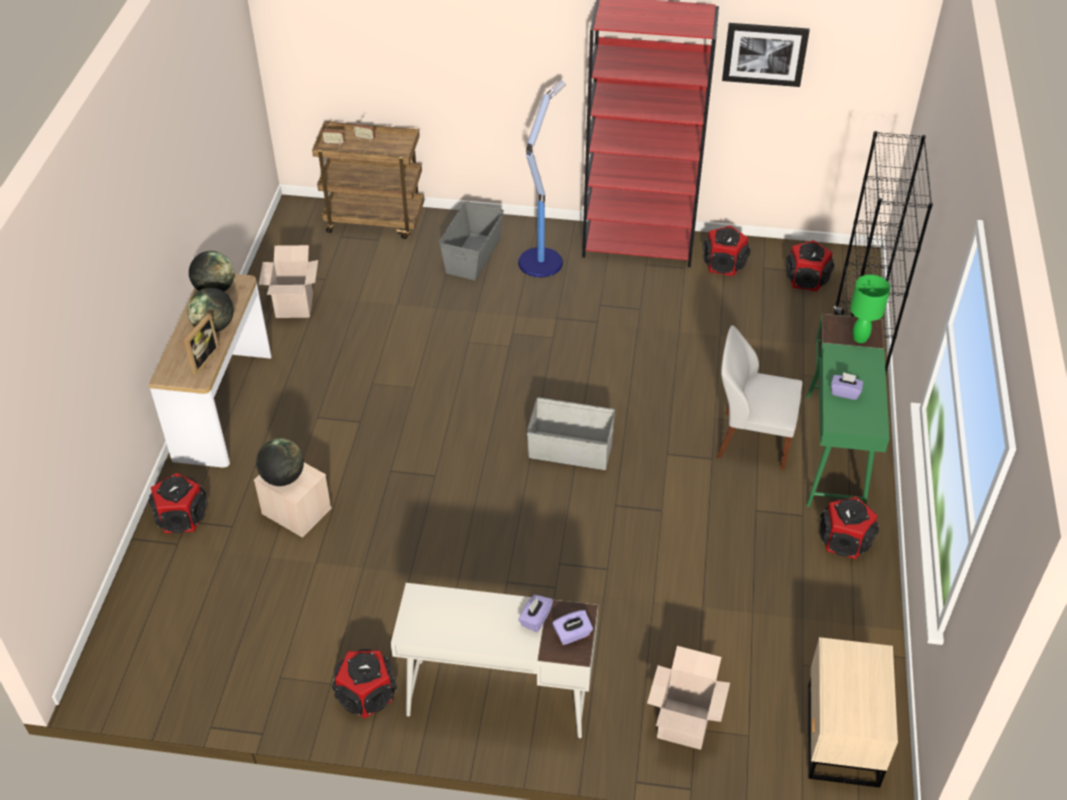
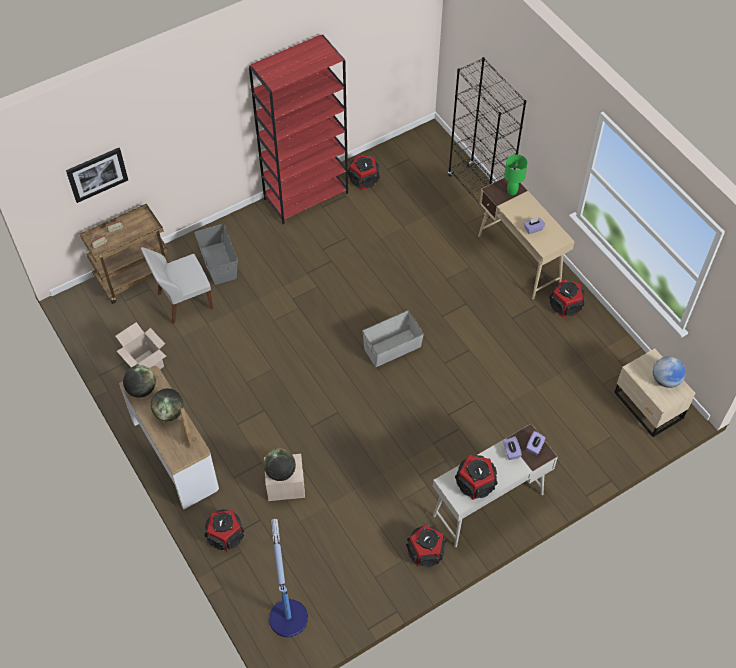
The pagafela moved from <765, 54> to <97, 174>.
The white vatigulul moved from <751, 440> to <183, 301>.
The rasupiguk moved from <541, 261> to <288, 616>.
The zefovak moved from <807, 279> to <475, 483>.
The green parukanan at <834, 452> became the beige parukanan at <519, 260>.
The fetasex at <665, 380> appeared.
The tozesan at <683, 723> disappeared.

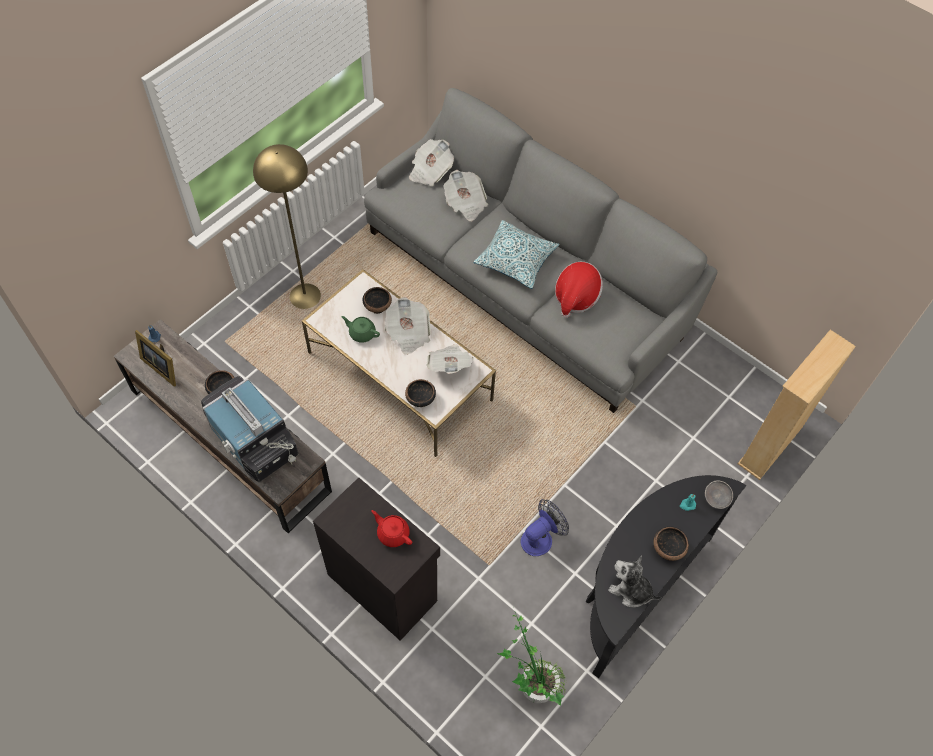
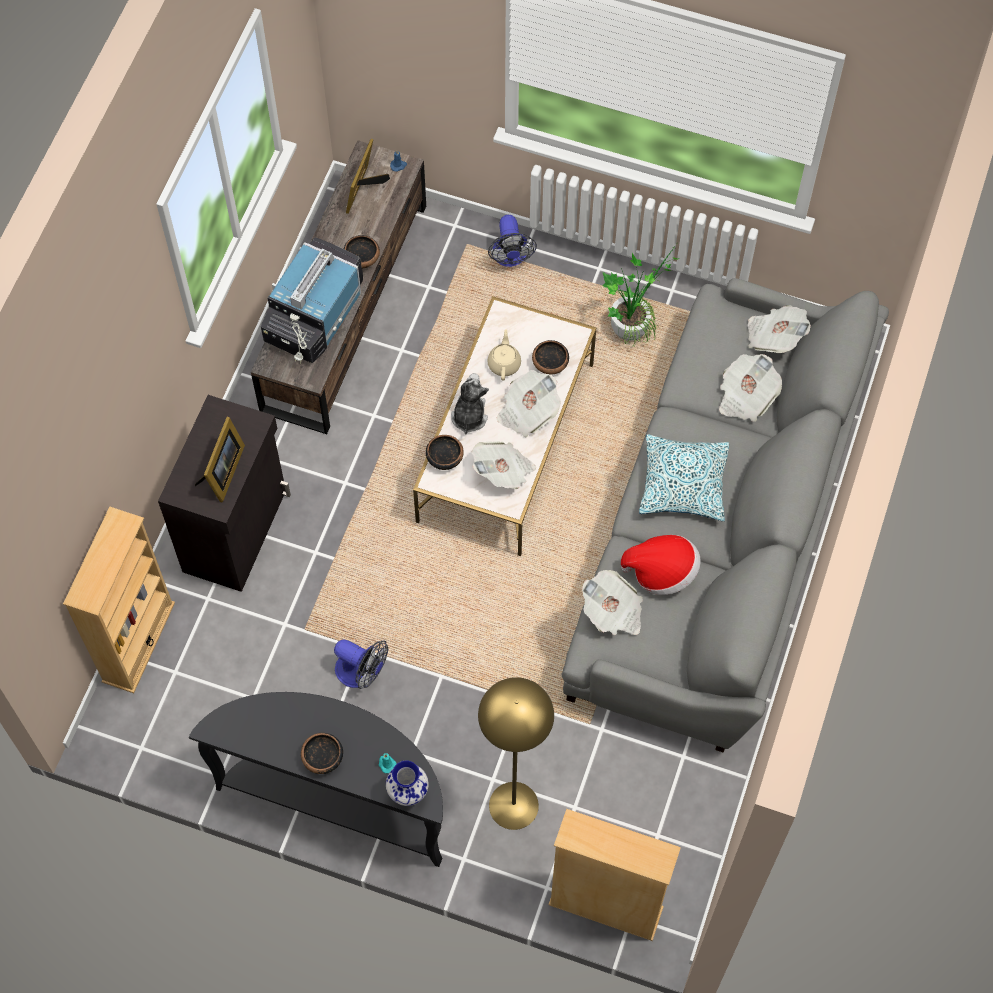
The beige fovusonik at <138, 642> appeared.
The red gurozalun at <392, 533> was replaced by the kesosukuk at <223, 473>.
The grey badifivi at <716, 499> was replaced by the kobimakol at <407, 794>.
The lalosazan moved from <630, 590> to <469, 415>.
The yellow rasupiguk moved from <305, 296> to <514, 805>.
The green gurozalun at <362, 333> became the beige gurozalun at <504, 363>.
The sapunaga at <510, 258> appeared.
The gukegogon at <613, 612> appeared.
The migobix moved from <532, 683> to <632, 323>.

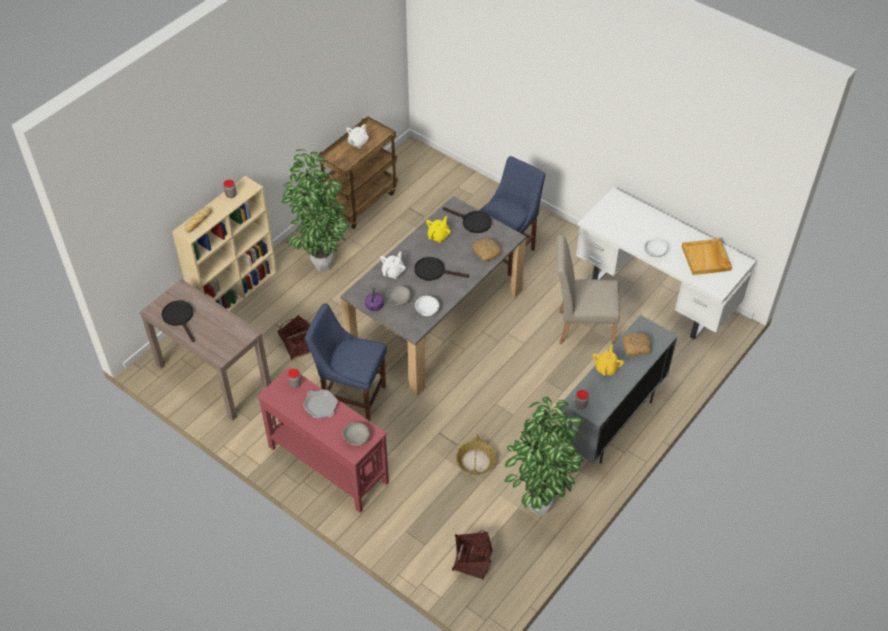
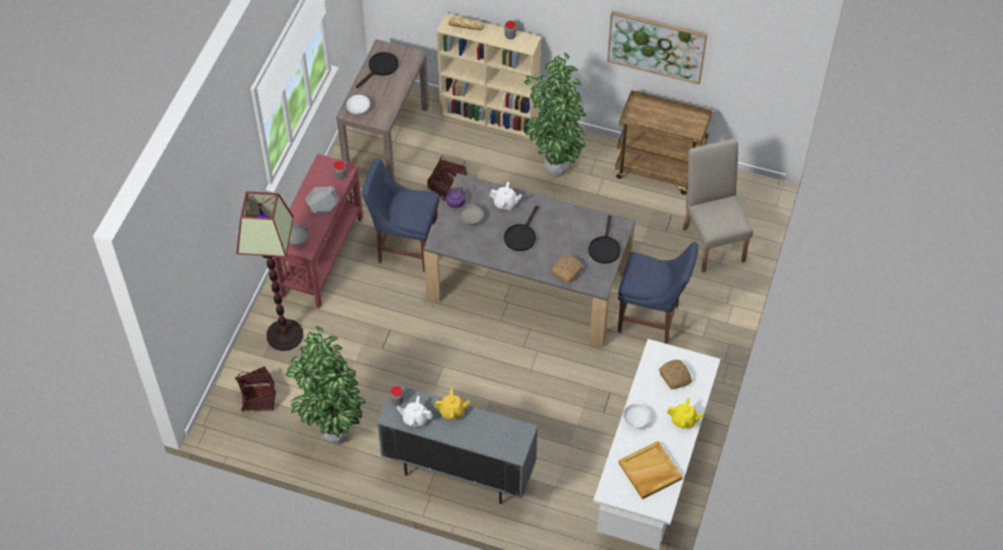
The rasupiguk at <284, 335> appeared.
The white badifivi moved from <427, 310> to <359, 109>.
The blue vatigulul at <351, 396> turned 75 degrees counterclockwise.
The white gurozalun moved from <358, 143> to <415, 419>.
The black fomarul at <434, 271> turned 150 degrees counterclockwise.
The pagafela at <656, 46> appeared.
The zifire moved from <636, 347> to <675, 377>.
The yellow gurozalun moved from <438, 236> to <684, 420>.
The beige vatigulul moved from <580, 327> to <712, 240>.
The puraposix at <475, 461> disappeared.

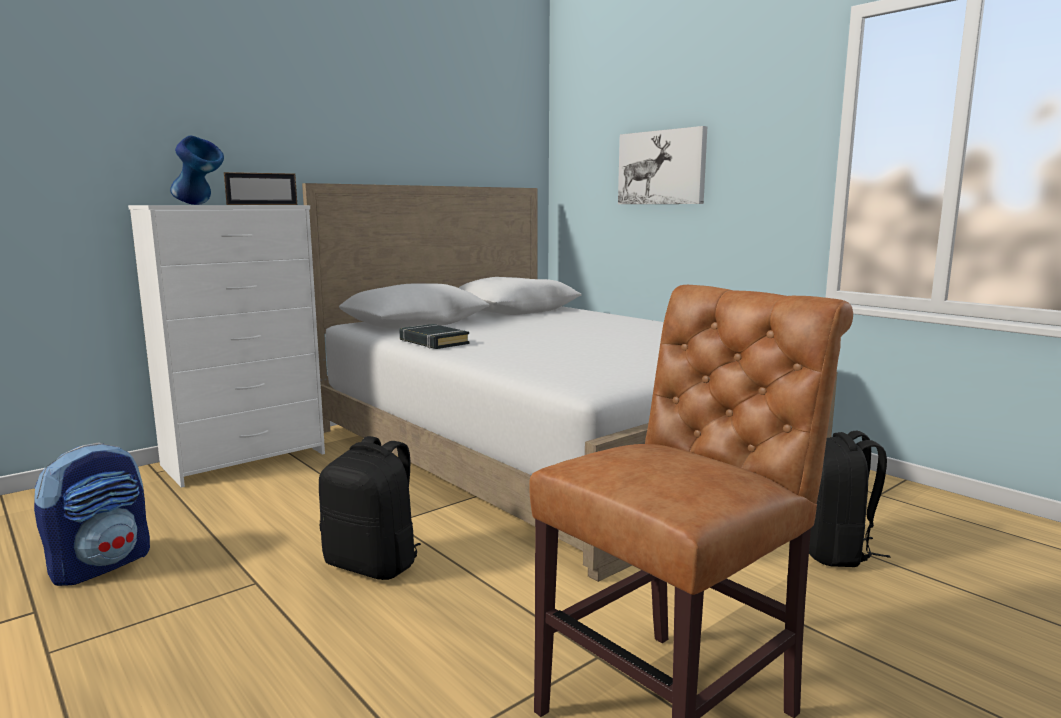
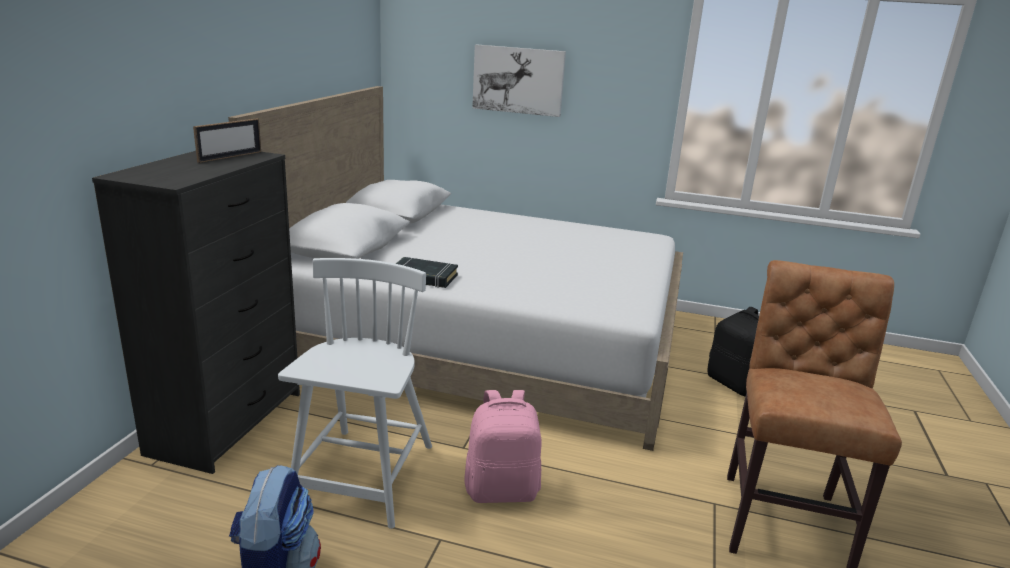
The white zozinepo at <246, 459> became the black zozinepo at <228, 422>.
The white vatigulul at <363, 478> appeared.
The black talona at <374, 564> became the pink talona at <502, 490>.
The blue kobimakol at <199, 204> disappeared.

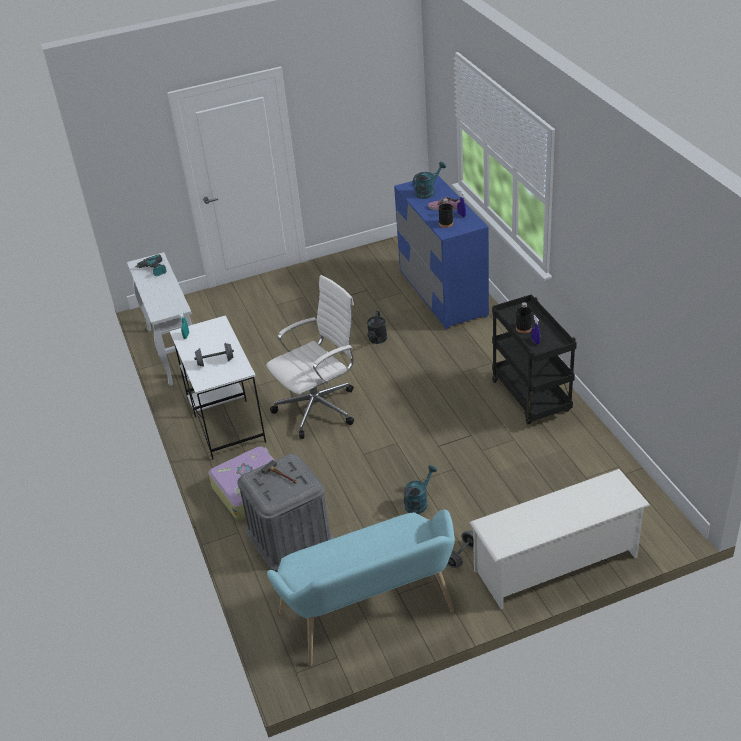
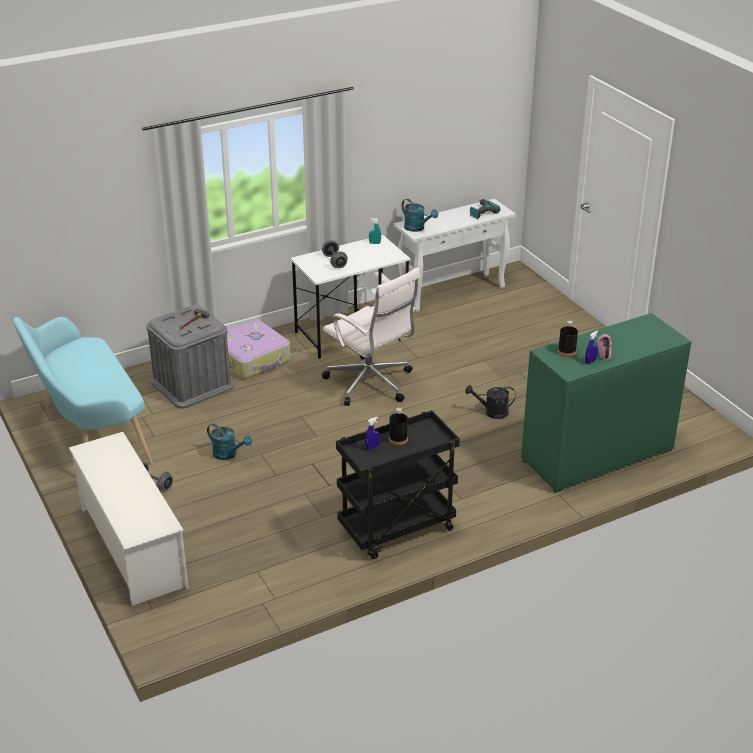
The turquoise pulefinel moved from <427, 192> to <417, 228>.
The blue zozinepo at <443, 293> became the green zozinepo at <597, 455>.

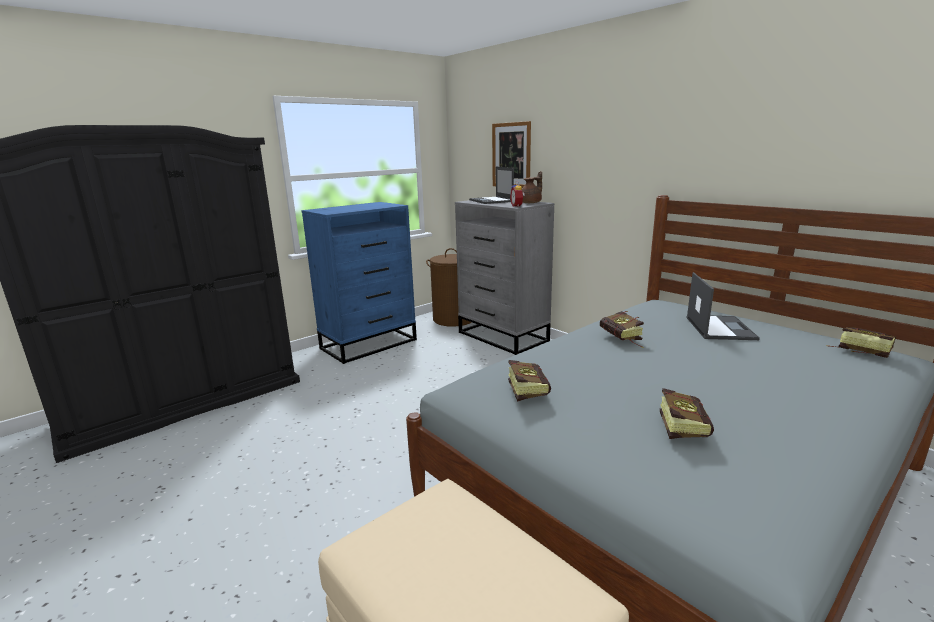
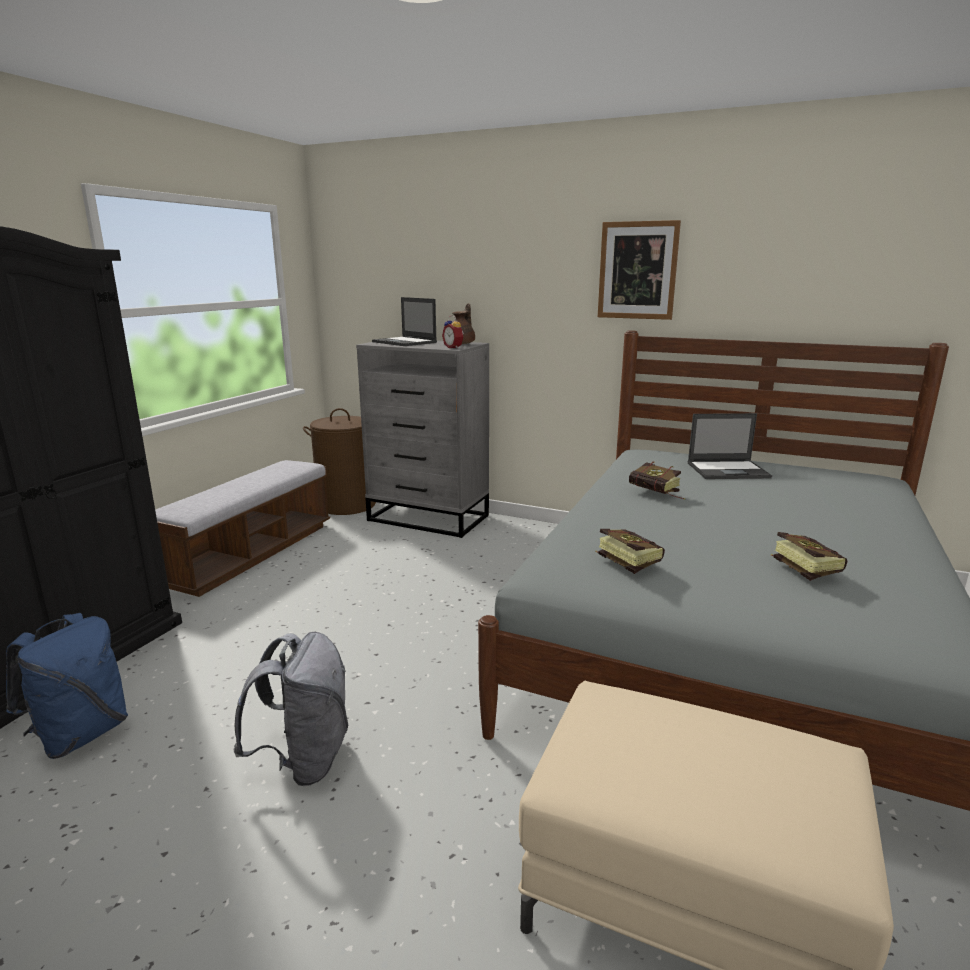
The blue talona at <81, 734> appeared.
The blue zozinepo at <369, 344> was replaced by the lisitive at <250, 553>.
The grey talona at <304, 760> appeared.
The pagafela moved from <511, 155> to <637, 270>.
The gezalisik at <719, 328> turned 105 degrees clockwise.
The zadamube at <857, 350> disappeared.

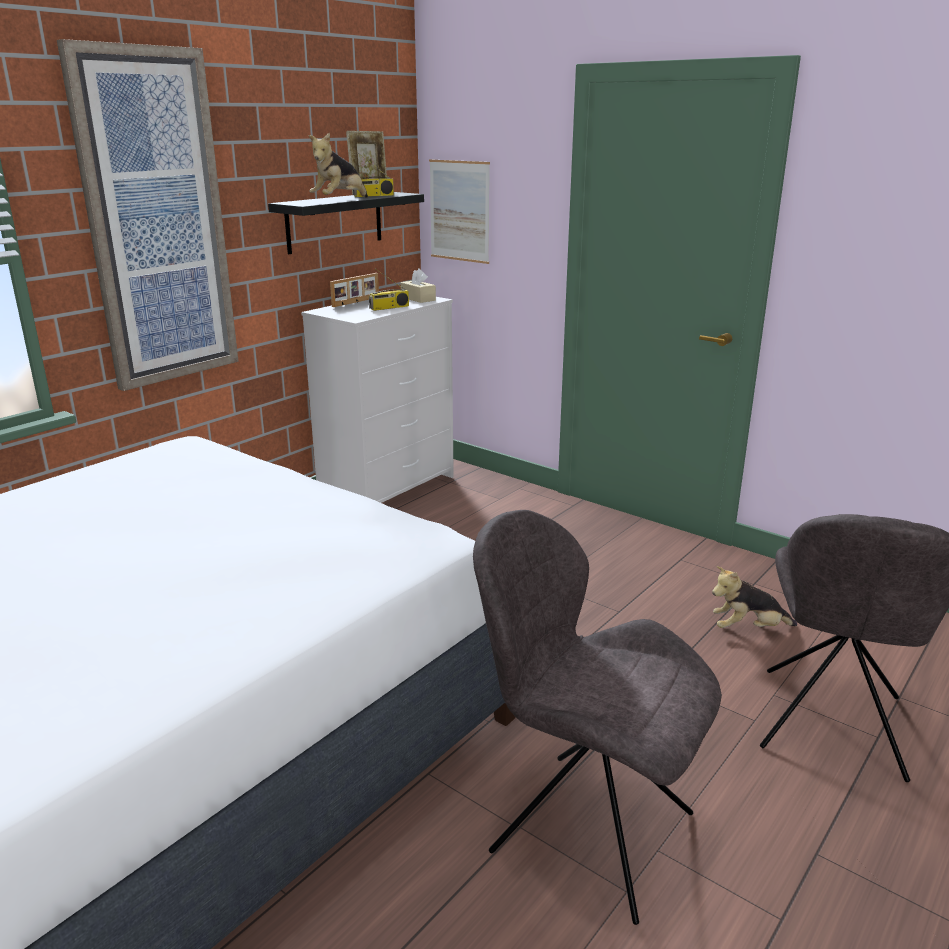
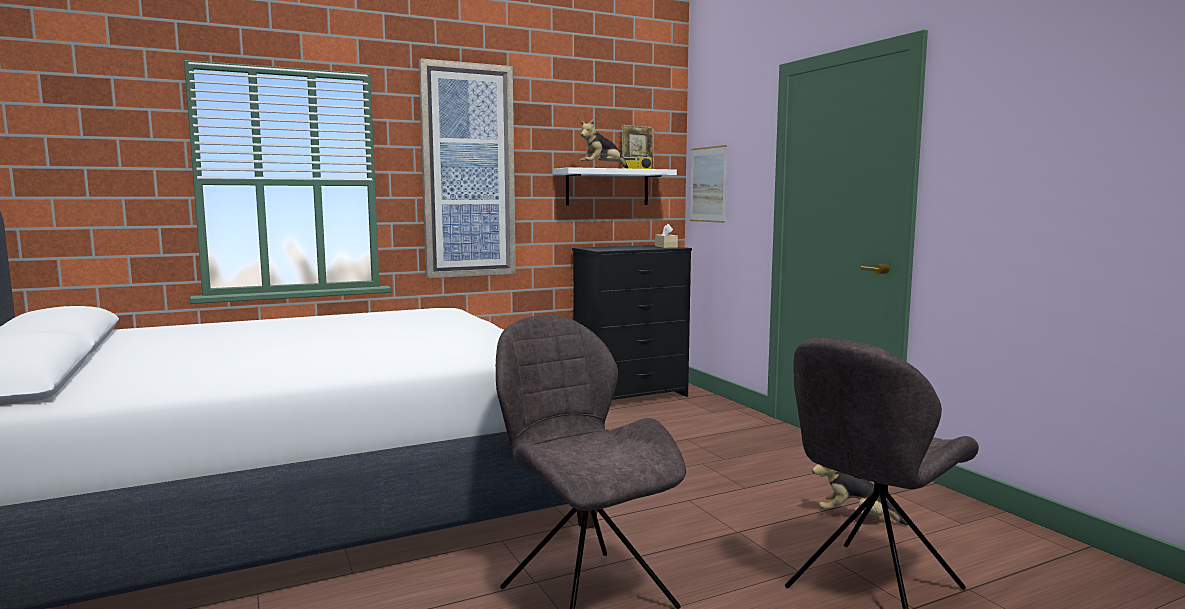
The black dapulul at <334, 222> became the white dapulul at <607, 187>.
The white zozinepo at <388, 487> became the black zozinepo at <631, 395>.
The kesosukuk at <356, 302> disappeared.
The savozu at <389, 308> disappeared.

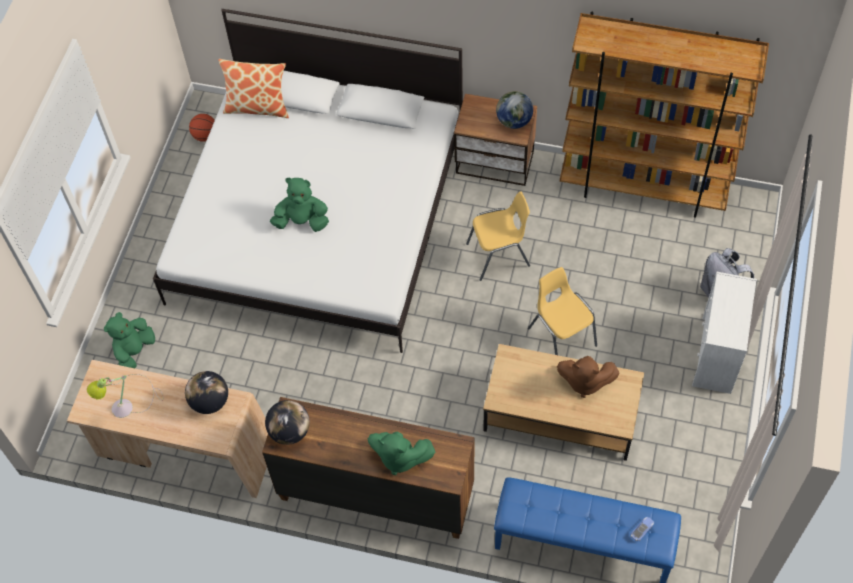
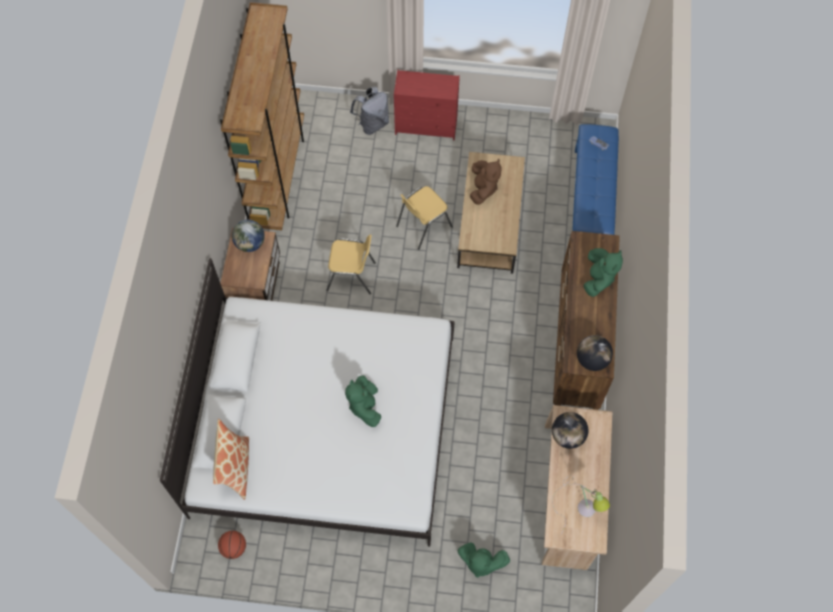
The yellow vatigulul at <499, 255> turned 120 degrees clockwise.
The white zozinepo at <716, 356> became the red zozinepo at <427, 125>.

